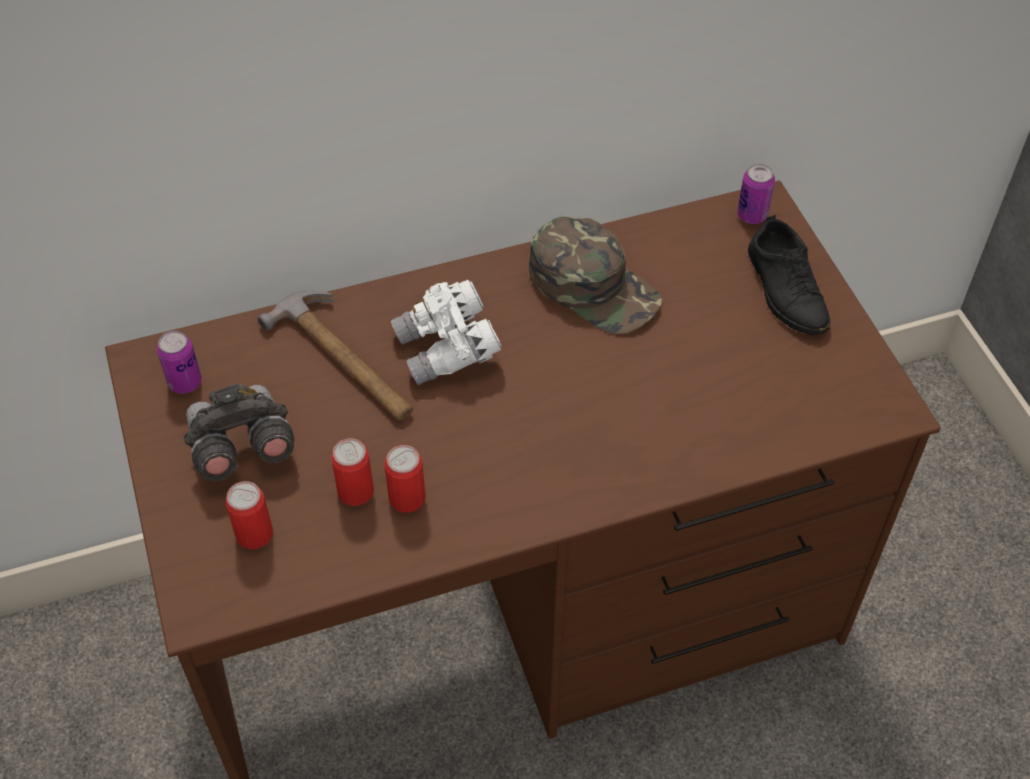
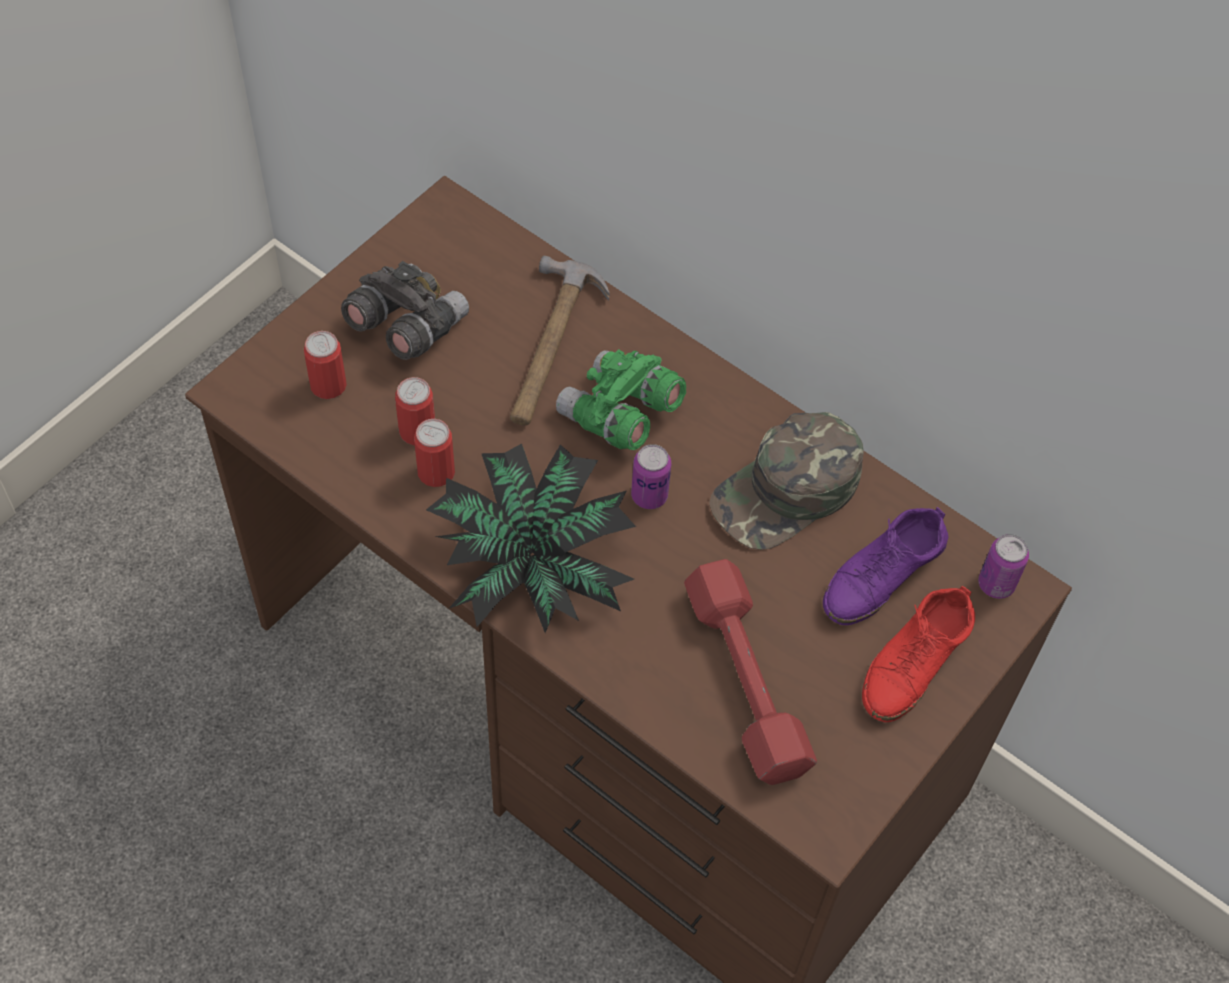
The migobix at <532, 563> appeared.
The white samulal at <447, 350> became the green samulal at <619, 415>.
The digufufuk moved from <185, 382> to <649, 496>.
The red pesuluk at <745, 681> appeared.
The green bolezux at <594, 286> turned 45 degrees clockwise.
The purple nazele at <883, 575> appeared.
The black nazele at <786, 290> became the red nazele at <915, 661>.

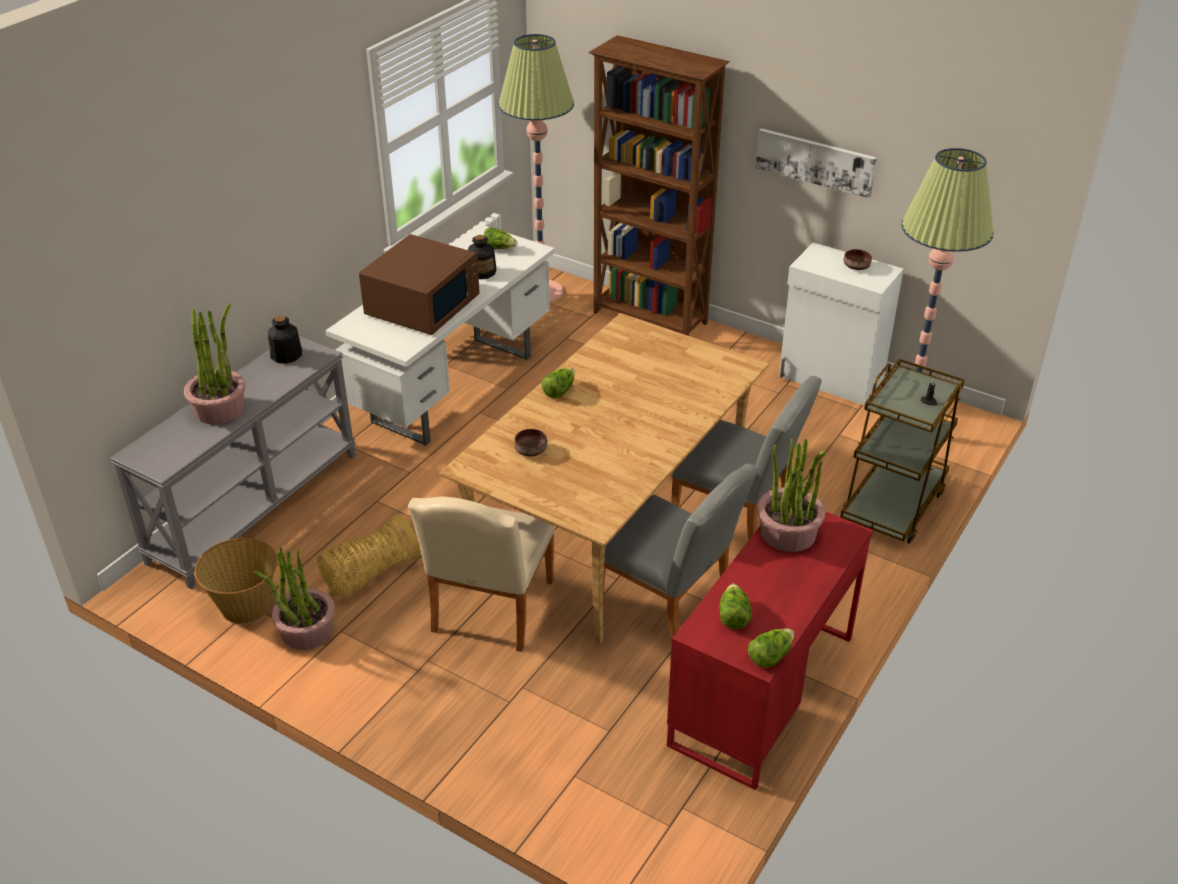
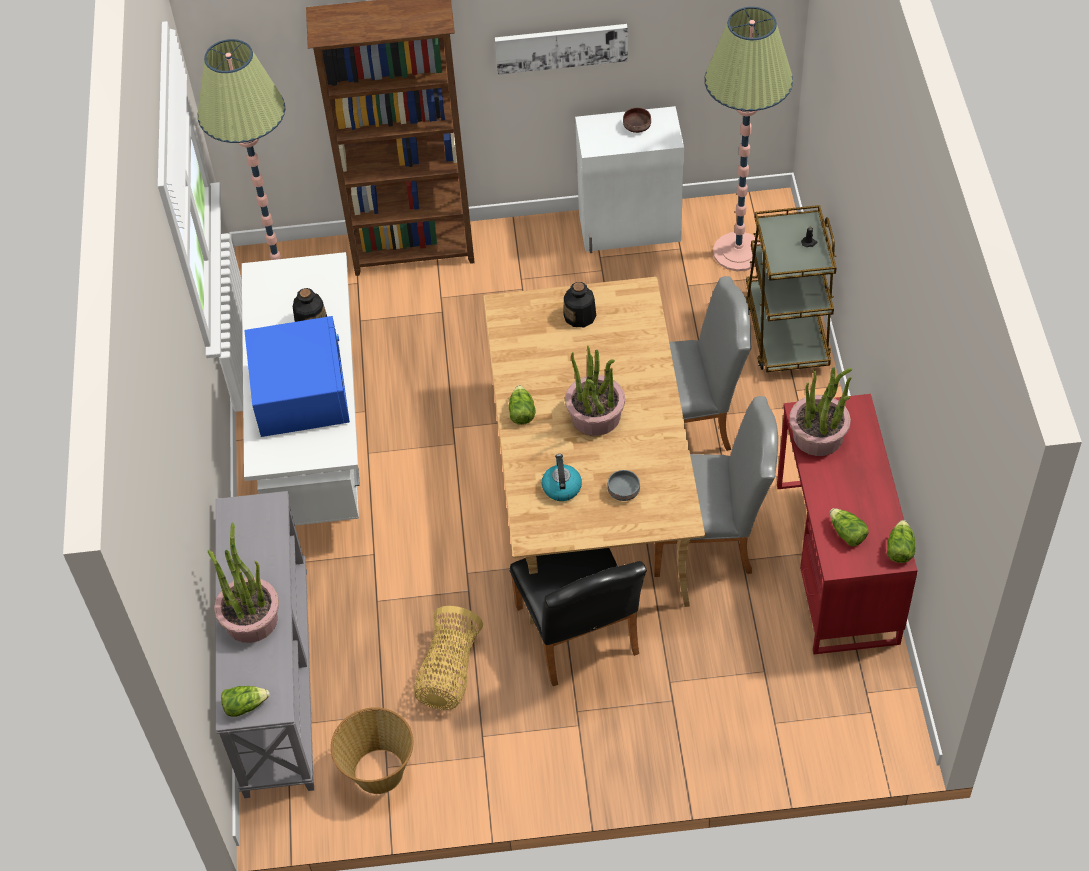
The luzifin moved from <499, 248> to <245, 705>.
The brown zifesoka at <423, 305> became the blue zifesoka at <301, 392>.
The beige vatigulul at <489, 612> became the black vatigulul at <580, 637>.
The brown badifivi at <530, 450> was replaced by the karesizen at <561, 487>.
The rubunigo moved from <286, 355> to <580, 316>.
The migobix moved from <306, 631> to <595, 416>.
The grey badifivi at <624, 491> appeared.

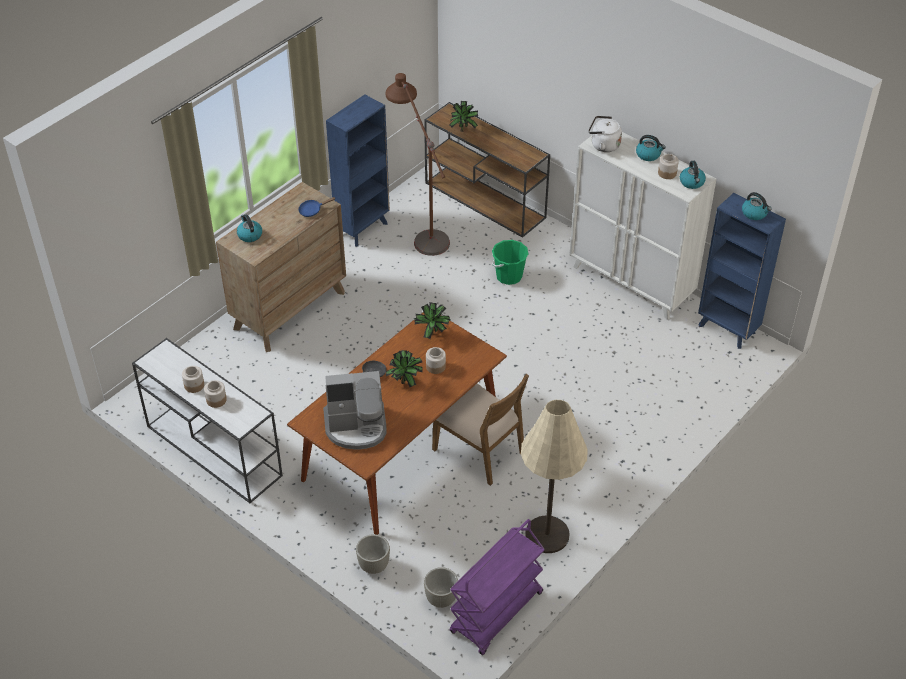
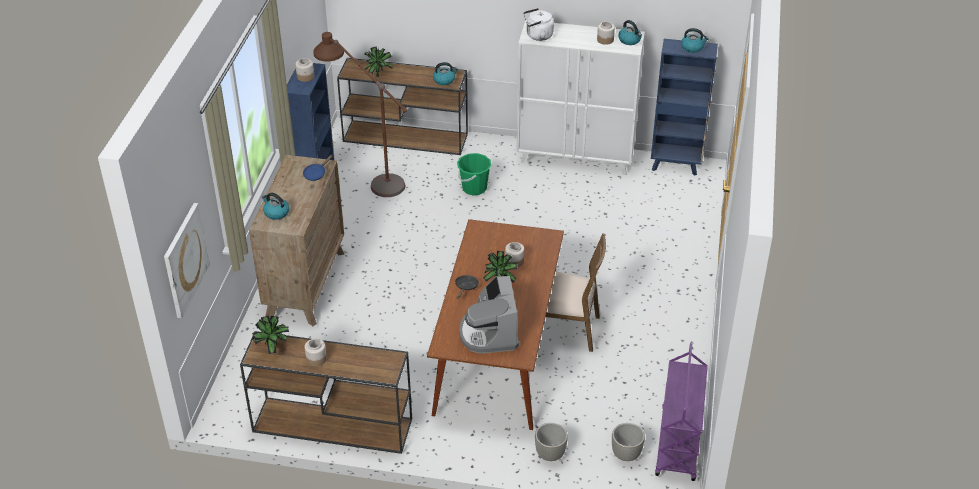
The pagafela at <185, 260> appeared.
The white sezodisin at <212, 450> became the brown sezodisin at <331, 425>.
The migobix moved from <433, 335> to <273, 349>.
The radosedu moved from <216, 400> to <305, 77>.
The karesizen moved from <648, 155> to <444, 80>.
The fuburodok at <356, 427> turned 120 degrees clockwise.
The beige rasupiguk at <547, 535> disappeared.

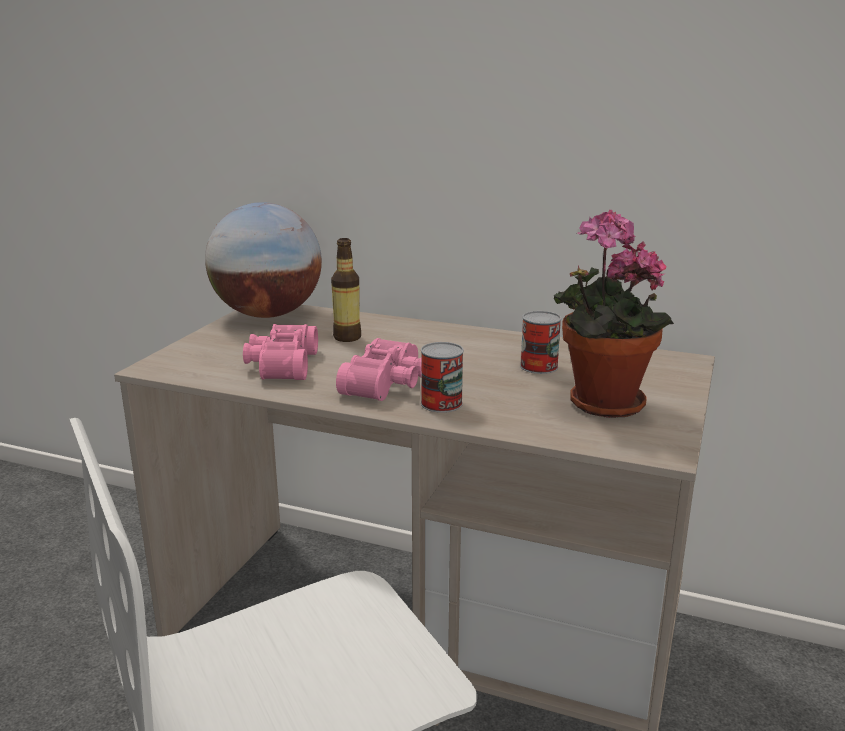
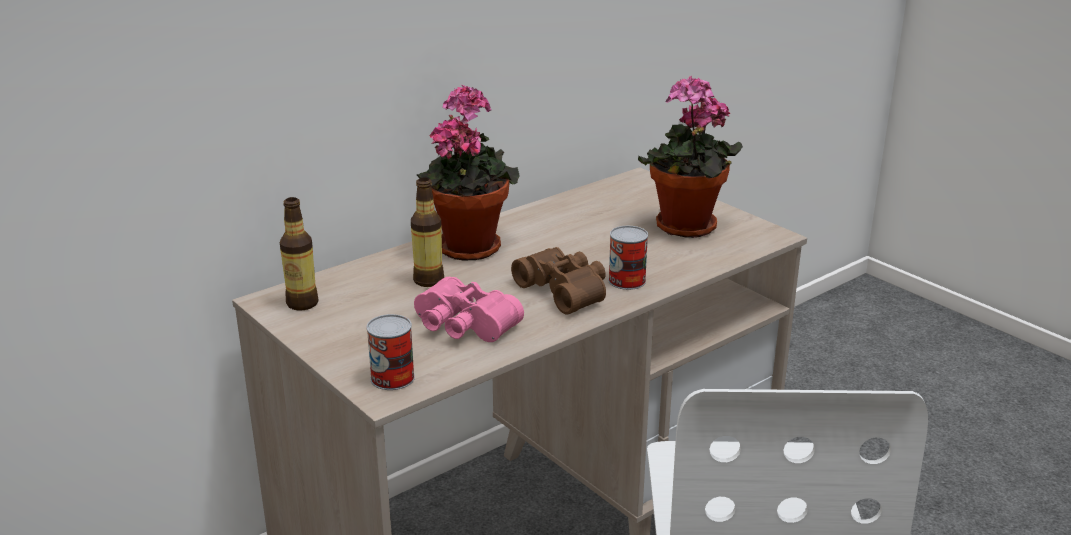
The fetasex at <268, 314> was replaced by the rubunigo at <302, 303>.
The digufufuk moved from <539, 366> to <392, 378>.
The migobix at <469, 245> appeared.
The pink samulal at <389, 384> became the brown samulal at <565, 290>.

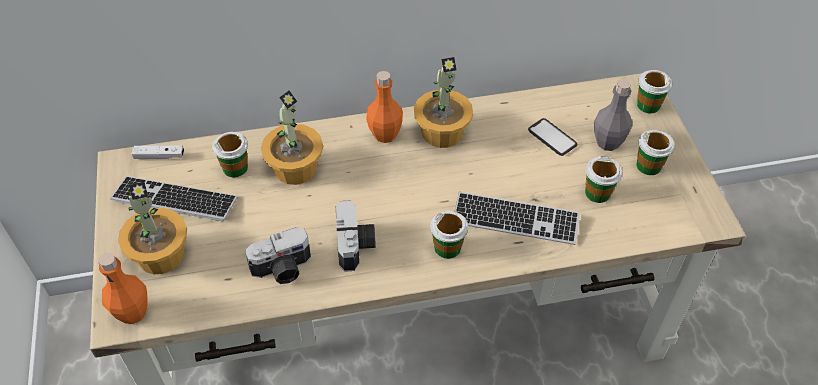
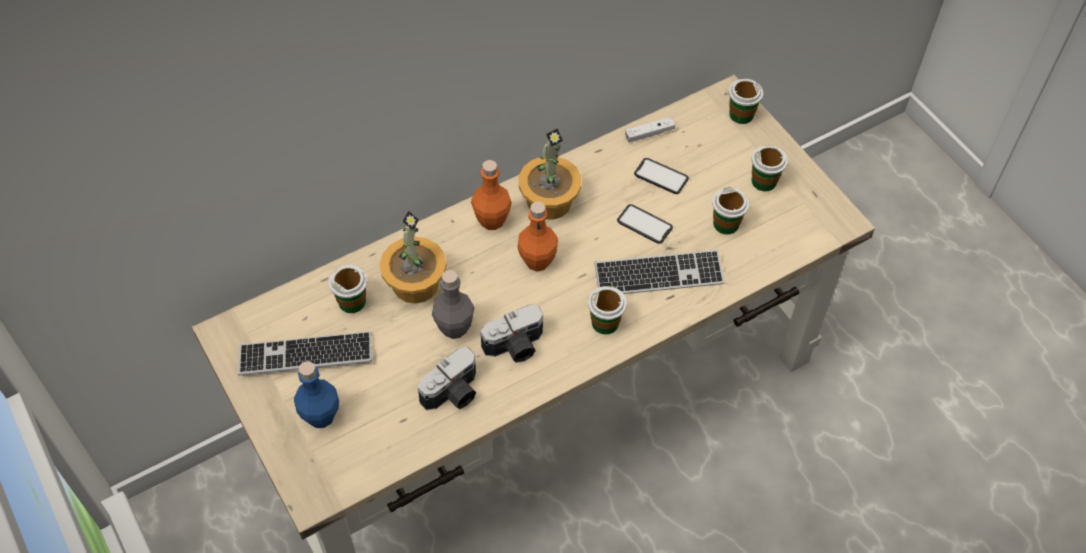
The migobix at <160, 254> was replaced by the blue rubunigo at <321, 416>.
The grey rubunigo moved from <607, 142> to <454, 328>.
The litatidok at <356, 245> turned 90 degrees clockwise.
The orange rubunigo moved from <132, 312> to <537, 261>.
The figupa at <644, 224> appeared.
The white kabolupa moved from <159, 156> to <649, 133>.

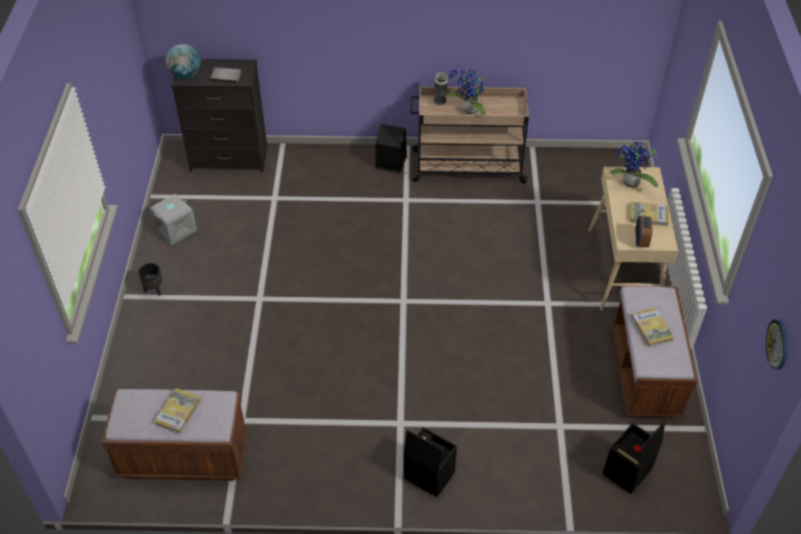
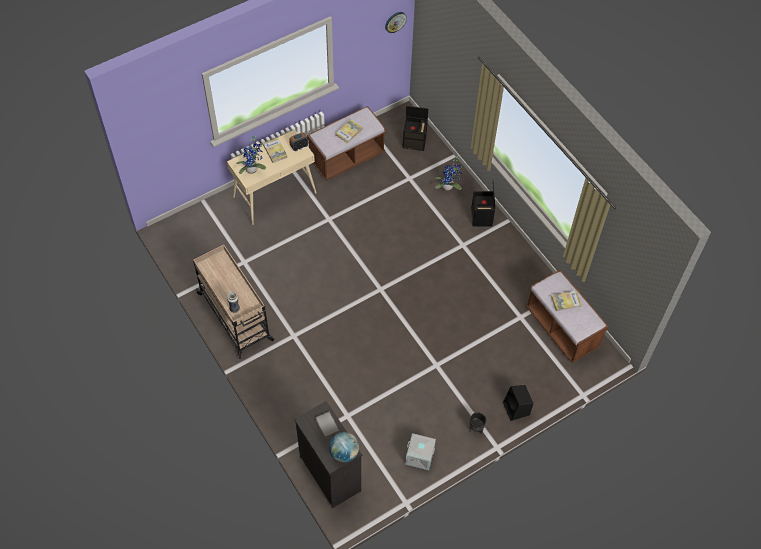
The migobix moved from <468, 111> to <448, 187>.
The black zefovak moved from <390, 162> to <516, 409>.

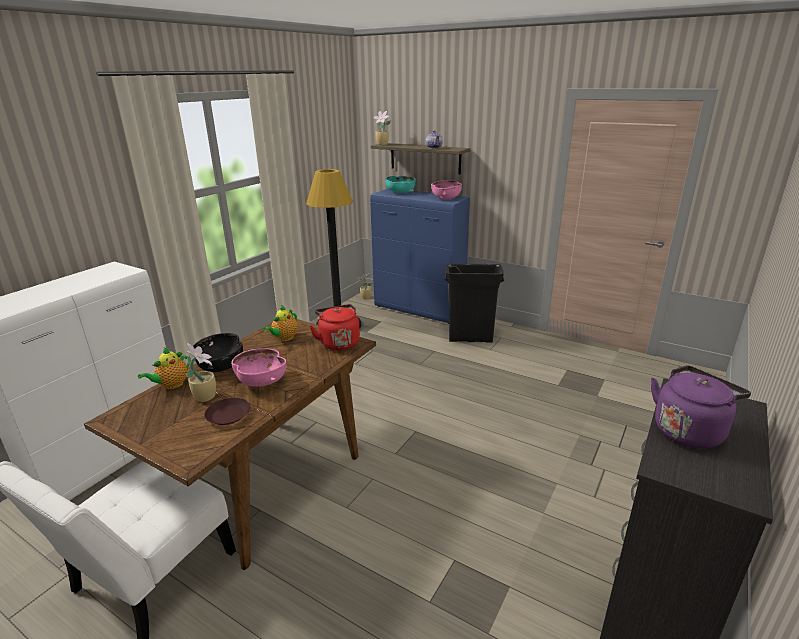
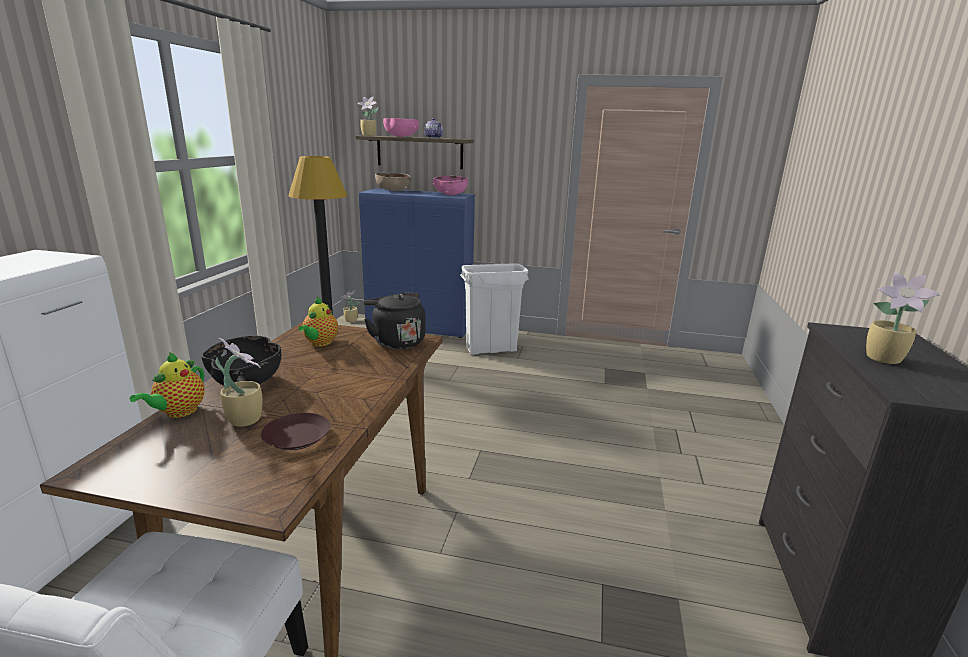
The red karesizen at <338, 342> became the black karesizen at <396, 341>.
The turquoise badifivi at <400, 192> became the brown badifivi at <393, 191>.
The pink badifivi moved from <261, 381> to <401, 136>.
The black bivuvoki at <470, 339> became the white bivuvoki at <491, 350>.
The purple karesizen at <689, 430> was replaced by the migobix at <885, 359>.

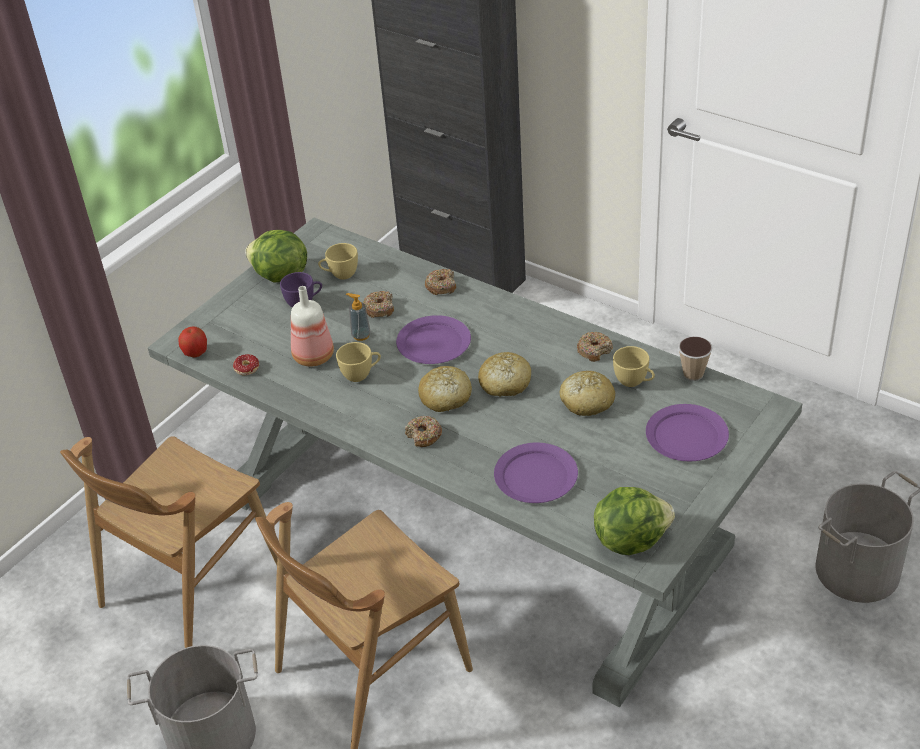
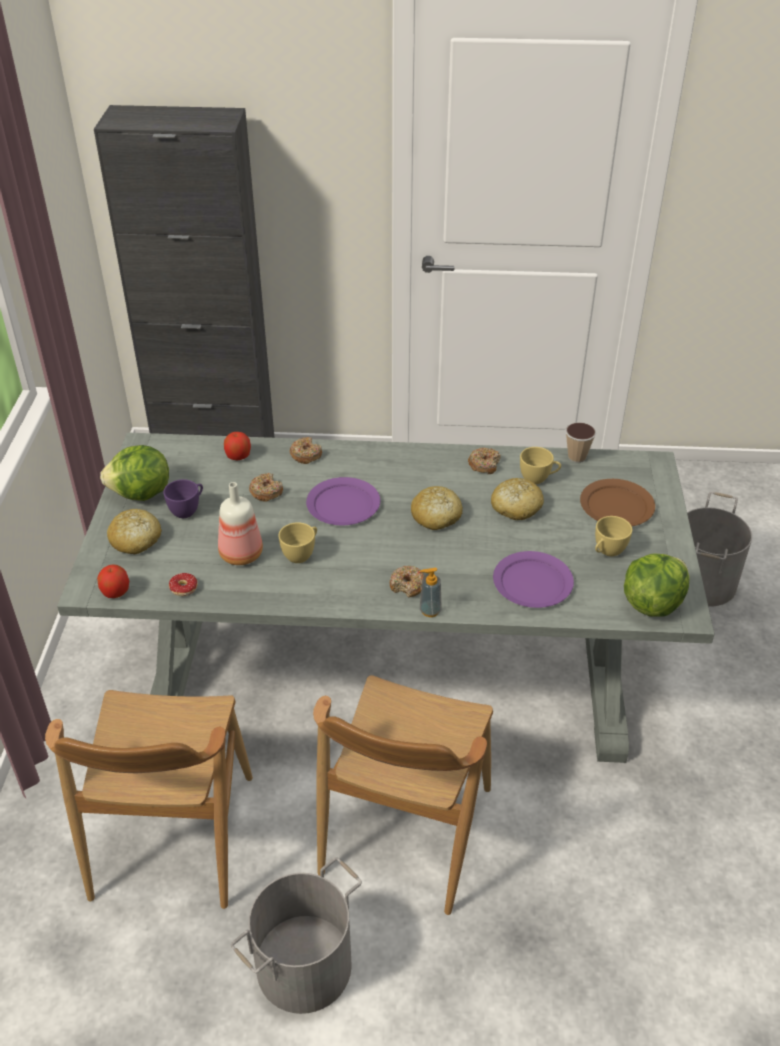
The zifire moved from <445, 397> to <136, 540>.
The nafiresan at <238, 457> appeared.
The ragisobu moved from <361, 335> to <430, 610>.
The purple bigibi at <686, 435> became the brown bigibi at <616, 506>.
The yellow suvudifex moved from <340, 275> to <607, 552>.

